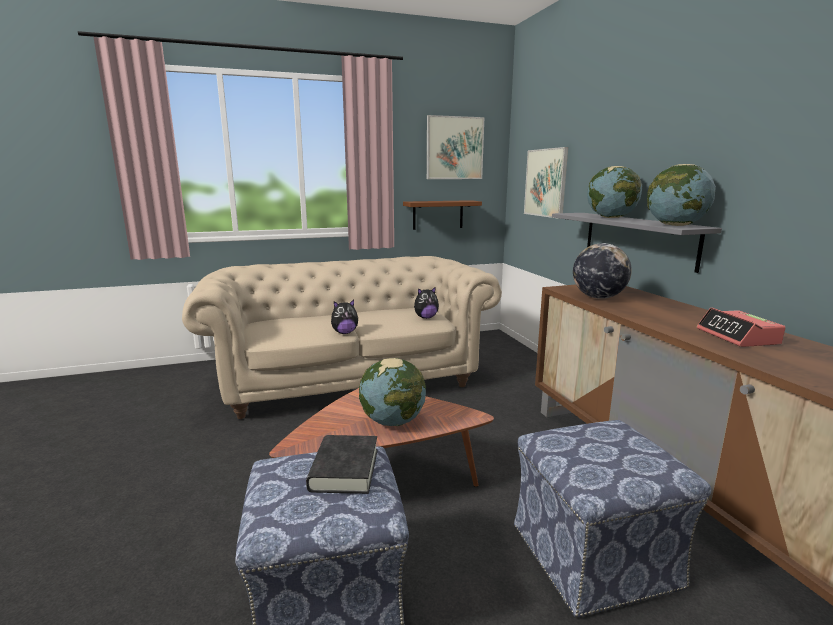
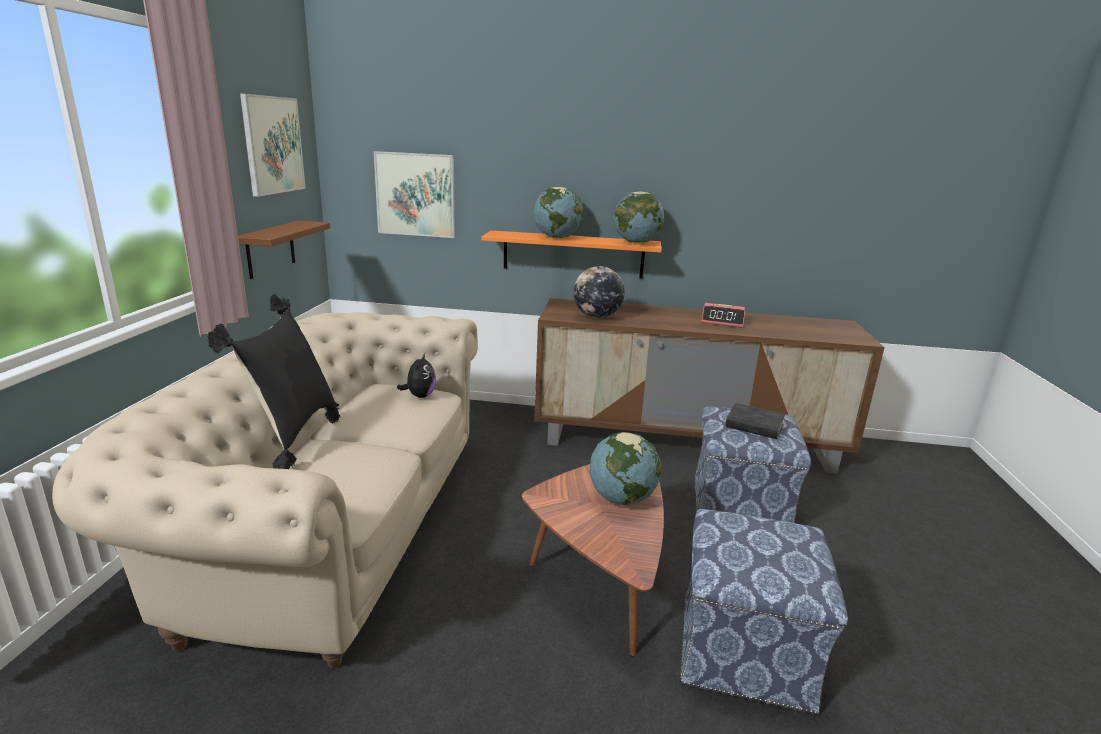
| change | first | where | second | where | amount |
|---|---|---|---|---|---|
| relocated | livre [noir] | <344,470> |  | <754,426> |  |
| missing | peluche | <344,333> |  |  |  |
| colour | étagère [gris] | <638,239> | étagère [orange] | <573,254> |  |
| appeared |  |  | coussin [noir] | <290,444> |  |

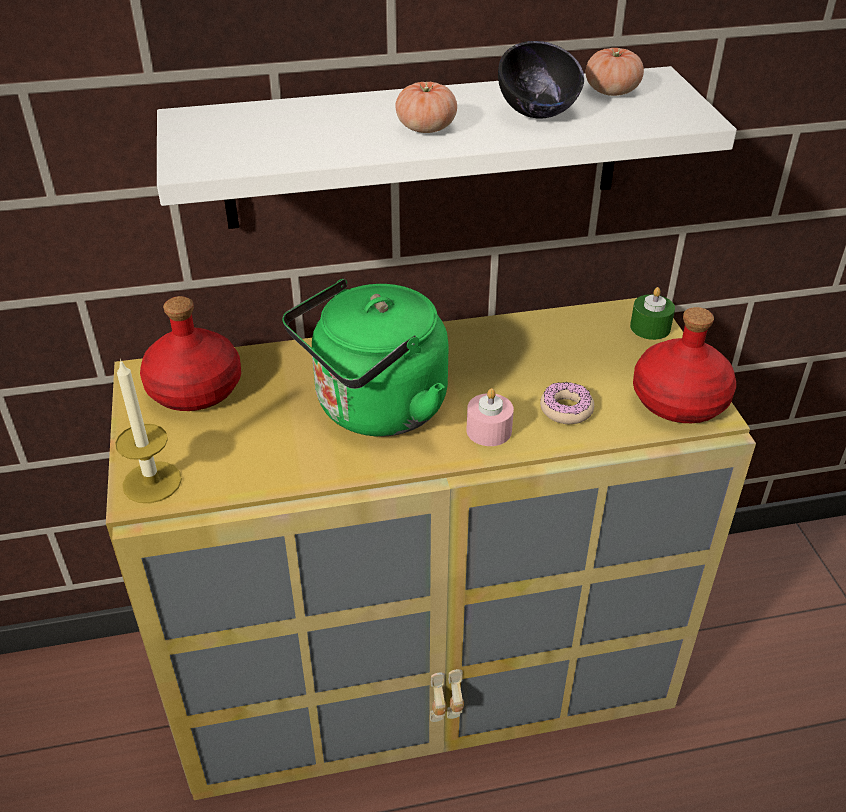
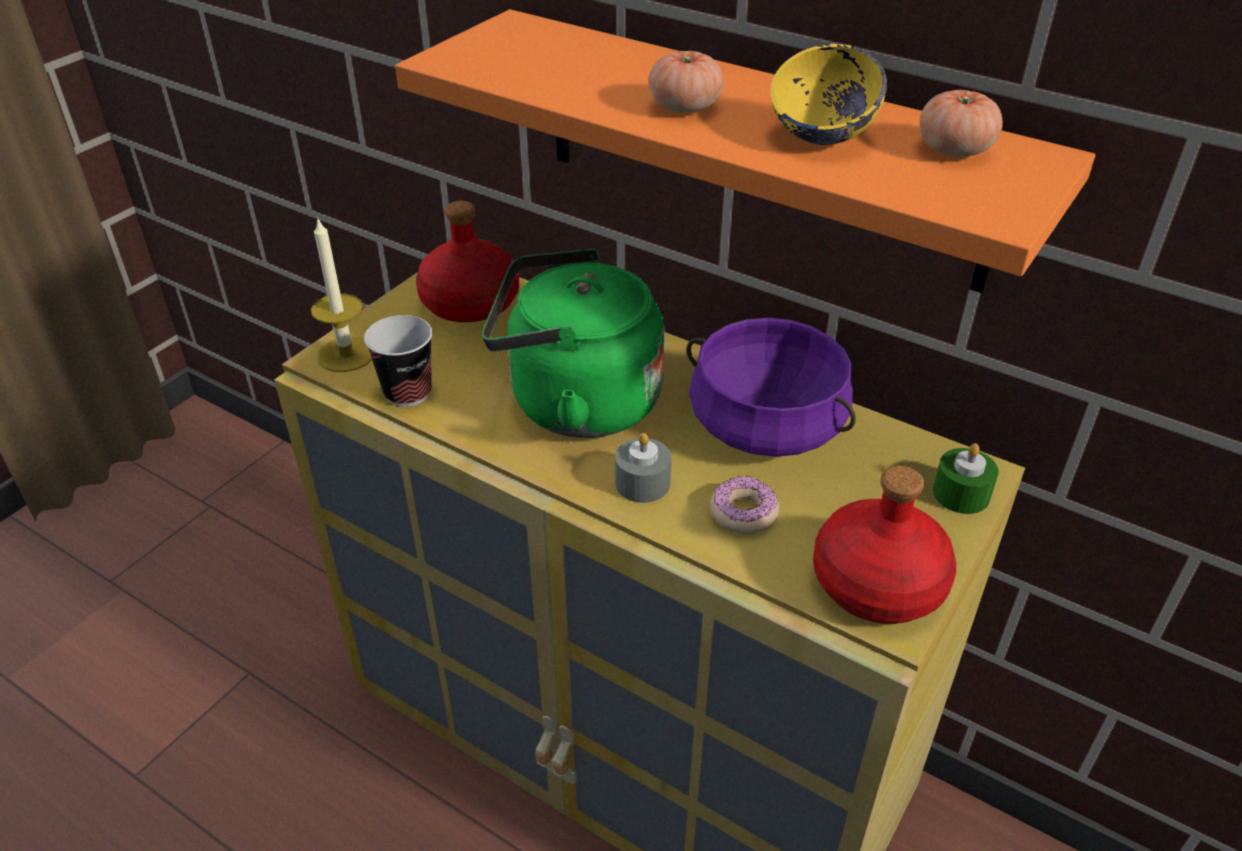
| change | first | where | second | where | amount |
|---|---|---|---|---|---|
| colour | étagère [blanc] | <424,149> | étagère [orange] | <758,148> |  |
| colour | bougie [rose] | <489,430> | bougie [gris] | <642,483> |  |
| colour | bol [noir] | <537,113> | bol [jaune] | <821,138> |  |
| appeared |  |  | tasse | <408,392> |  |
| appeared |  |  | marmite [violet] | <765,426> |  |

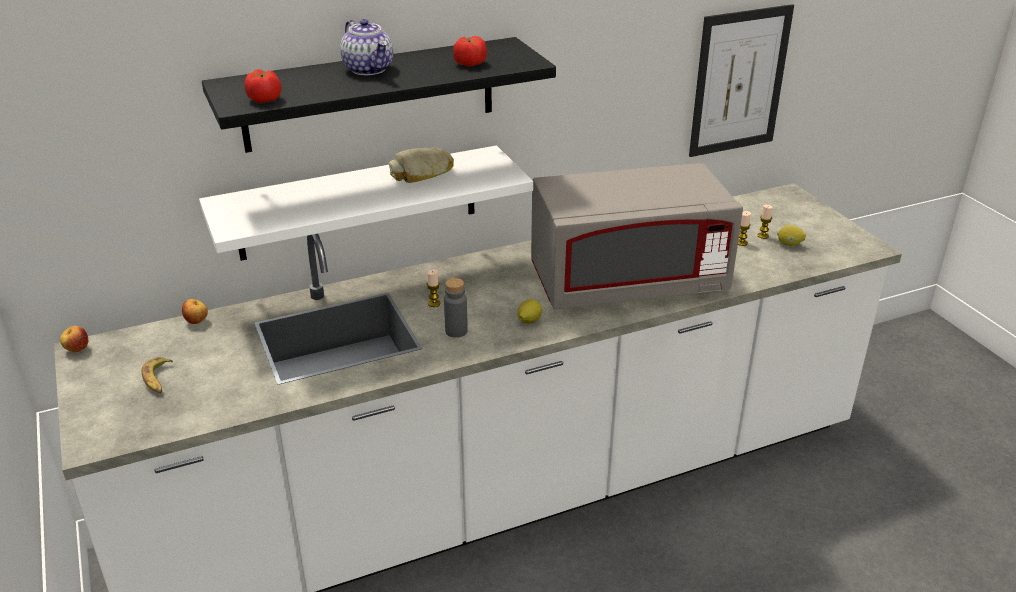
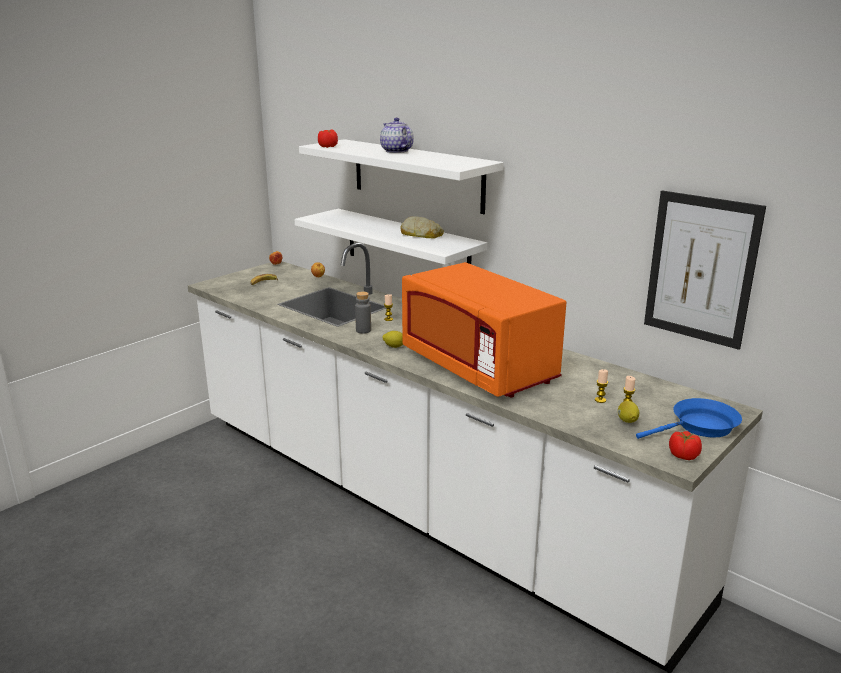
| change | first | where | second | where | amount |
|---|---|---|---|---|---|
| colour | étagère [noir] | <370,94> | étagère [blanc] | <417,175> |  |
| spun | théière | <369,69> |  | <396,151> | 120 degrees clockwise |
| relocated | tomate | <469,63> |  | <683,455> |  |
| colour | micro-ondes [gris] | <628,283> | micro-ondes [orange] | <478,367> |  |
| appeared |  |  | poêle [bleu] | <700,427> |  |

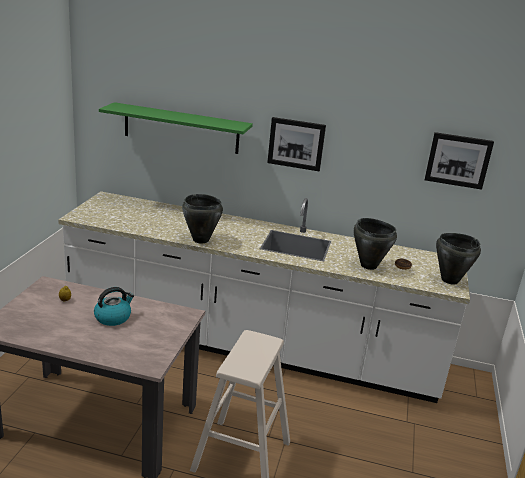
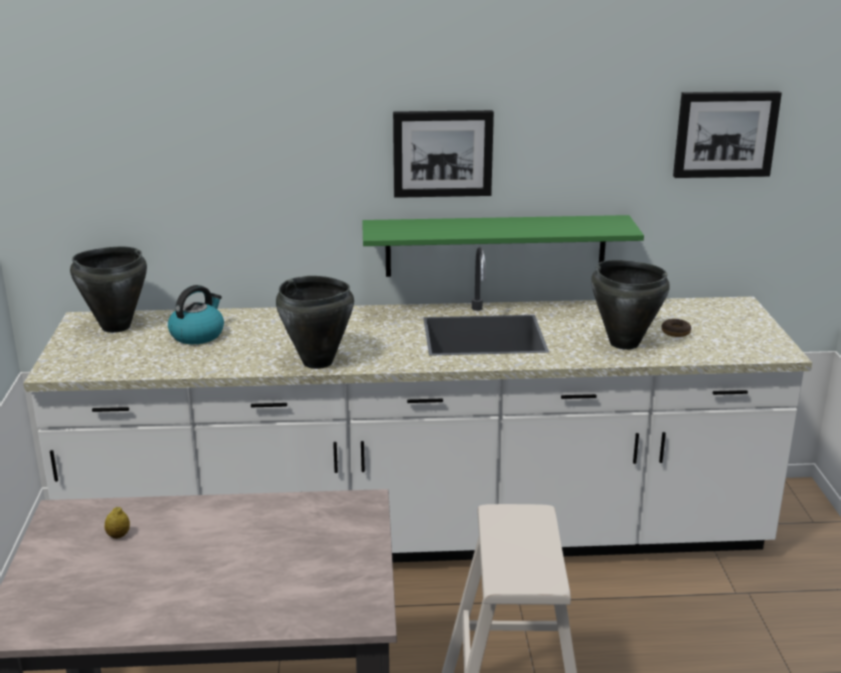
| change | first | where | second | where | amount |
|---|---|---|---|---|---|
| relocated | bouilloire | <113,317> |  | <197,334> |  |
| relocated | étagère [vert] | <181,128> |  | <495,245> |  |
| relocated | marmite [noir] | <449,280> |  | <115,327> |  |

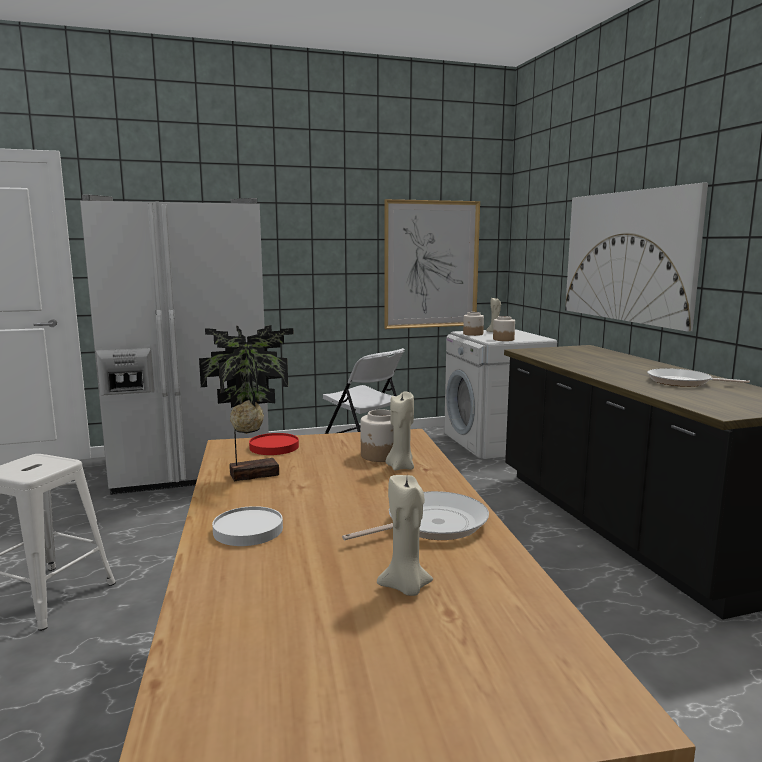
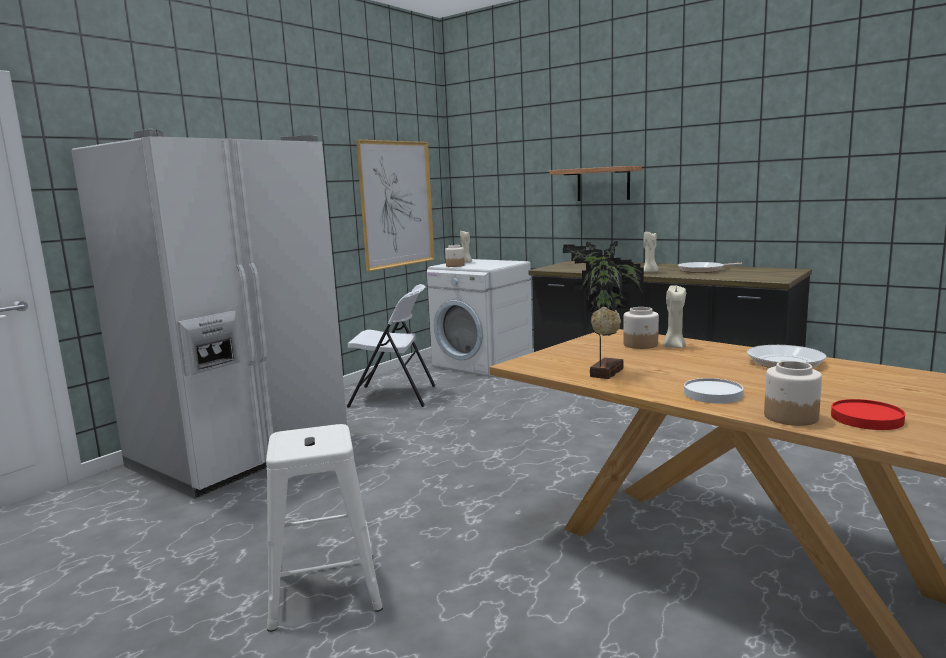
| change | first | where | second | where | amount |
|---|---|---|---|---|---|
| relocated | assiette [rouge] | <274,447> |  | <866,418> |  |
| relocated | bougie [beige] | <406,588> |  | <650,272> |  |
| relocated | bocal | <503,339> |  | <790,417> |  |
| exchanged | tableau | <628,256> | étagère | <603,184> |  |

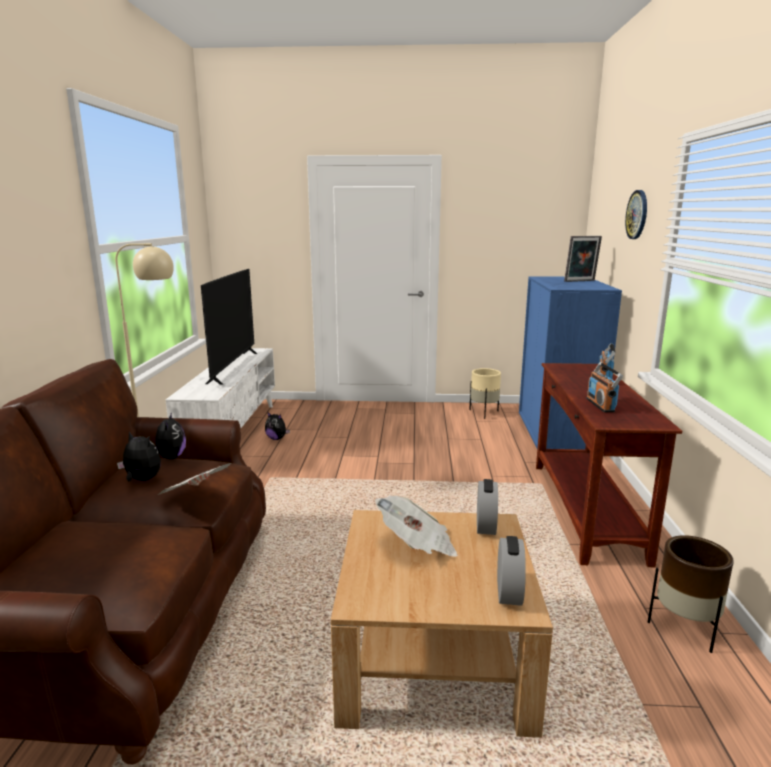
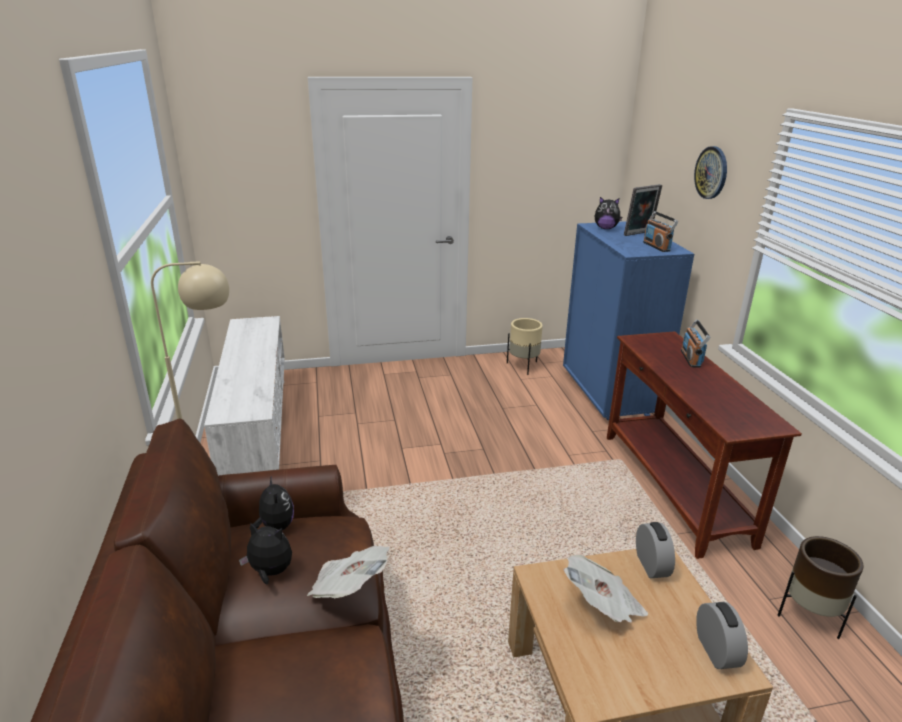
| change | first | where | second | where | amount |
|---|---|---|---|---|---|
| missing | téléviseur | <233,367> |  |  |  |
| relocated | peluche | <277,438> |  | <606,228> |  |
| relocated | radio | <601,405> |  | <657,246> |  |

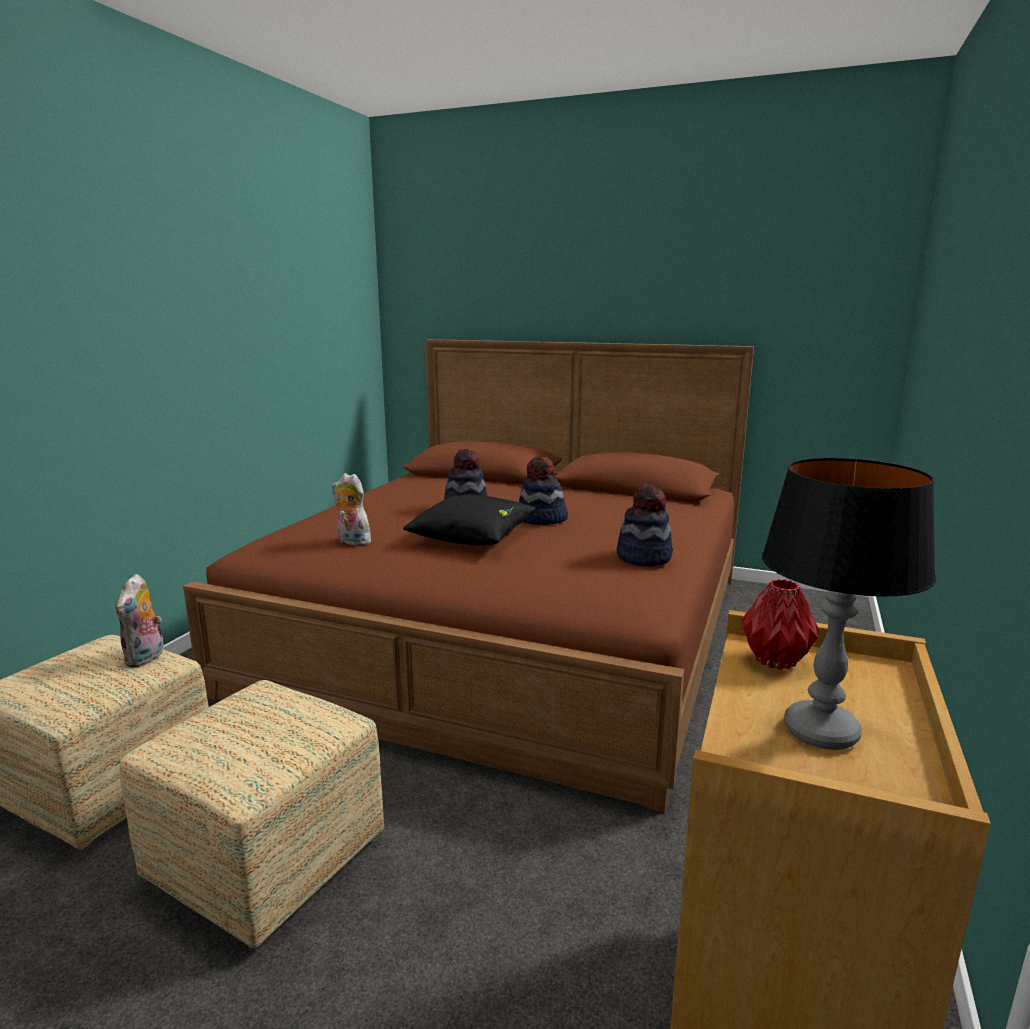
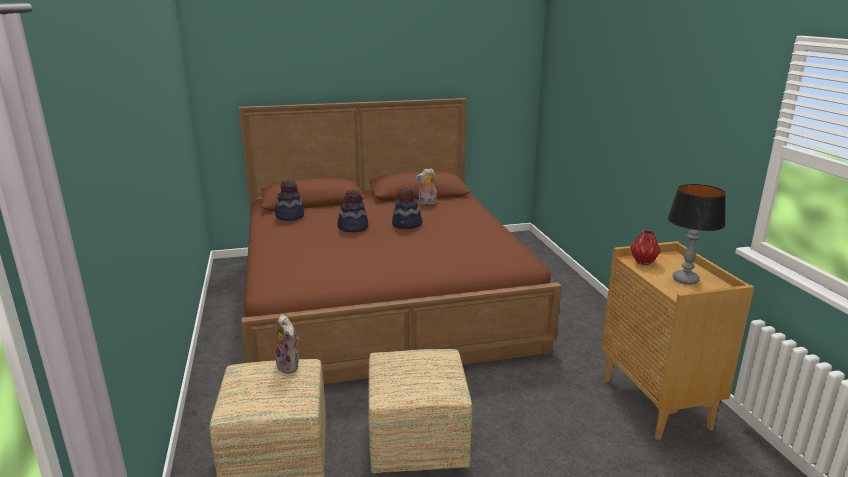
| change | first | where | second | where | amount |
|---|---|---|---|---|---|
| relocated | peluche | <351,542> |  | <427,203> |  |
| missing | coussin [noir] | <472,537> |  |  |  |
| relocated | chapeau | <644,557> |  | <290,216> |  |

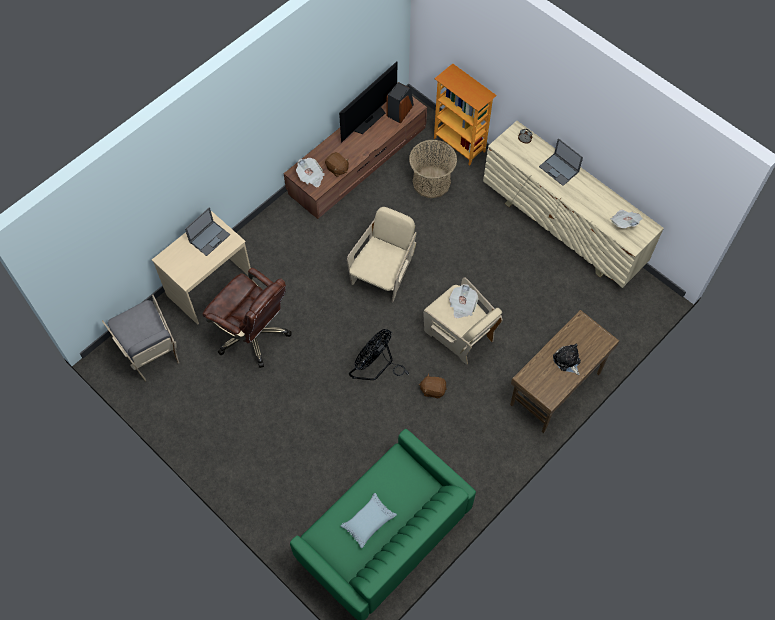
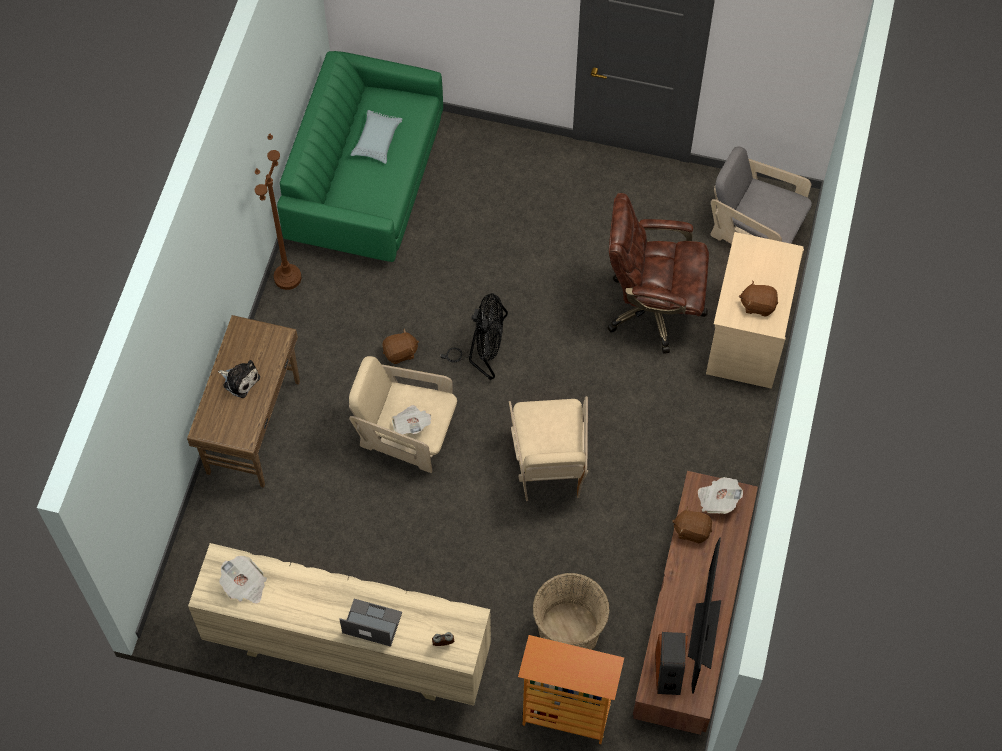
| change | first | where | second | where | amount |
|---|---|---|---|---|---|
| exchanged | ordinateur portable | <210,238> | peluche [marron] | <758,305> |  |
| appeared |  |  | lampadaire [marron] | <287,277> |  |

